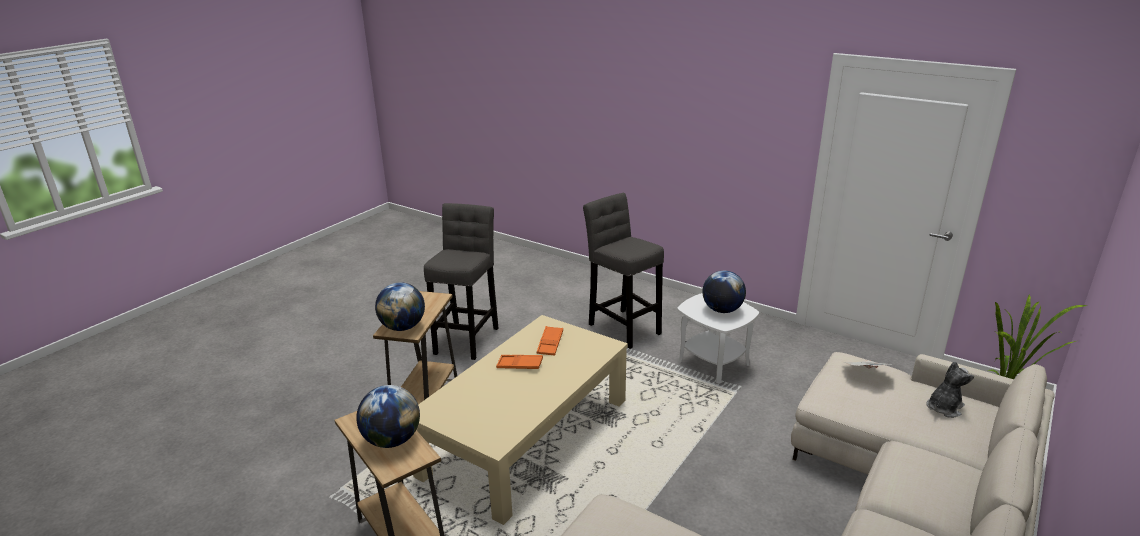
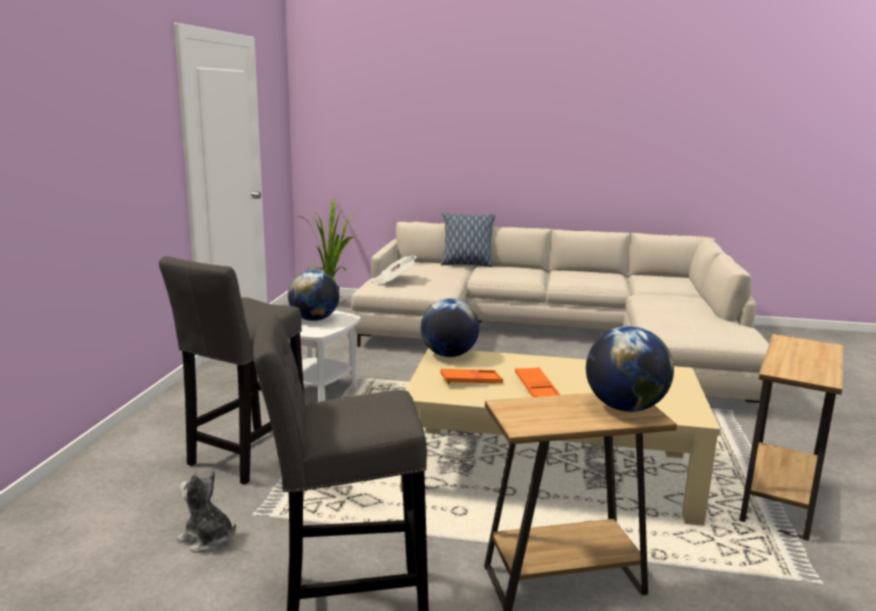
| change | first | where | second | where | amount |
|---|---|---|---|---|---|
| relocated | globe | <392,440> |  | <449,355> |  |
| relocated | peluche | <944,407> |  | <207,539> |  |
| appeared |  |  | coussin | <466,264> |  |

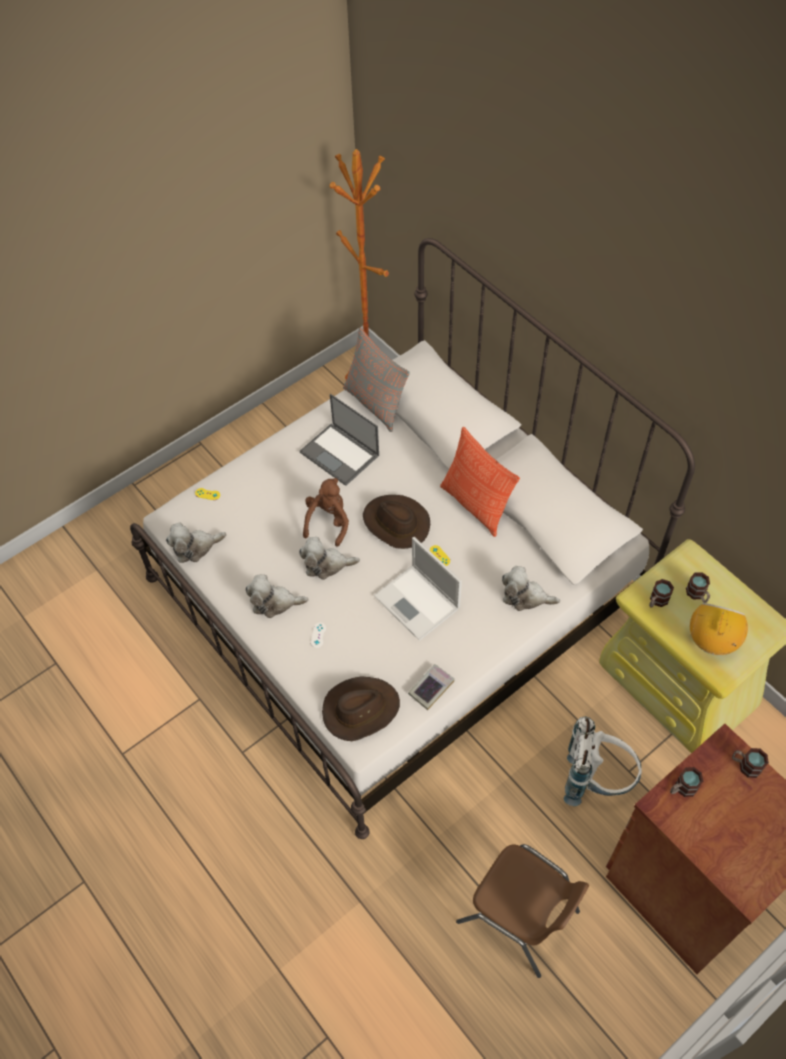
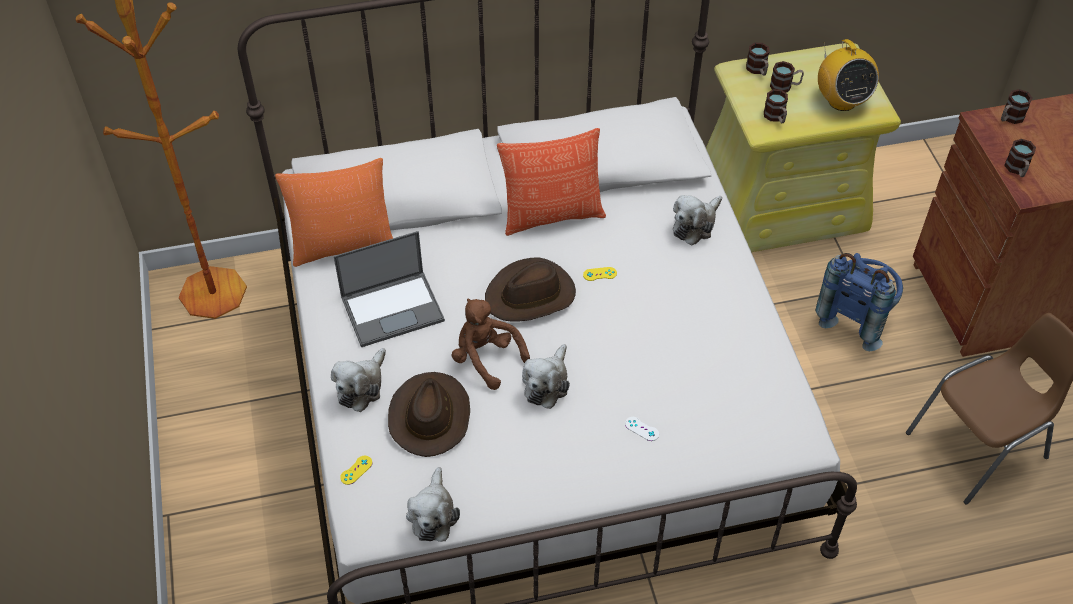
| change | first | where | second | where | amount |
|---|---|---|---|---|---|
| relocated | peluche | <274,602> |  | <361,386> |  |
| relocated | chapeau [marron] | <360,709> |  | <429,415> |  |
| colour | coussin [gris] | <375,404> | coussin [orange] | <344,246> |  |
| missing | ordinateur portable | <418,603> |  |  |  |
| missing | livre | <431,688> |  |  |  |
| colour | sac à dos [blanc] | <596,779> | sac à dos [bleu] | <856,316> |  |
| spun | radio | <711,641> |  | <841,101> | 150 degrees counterclockwise |
| appeared |  |  | mug | <758,70> |  |

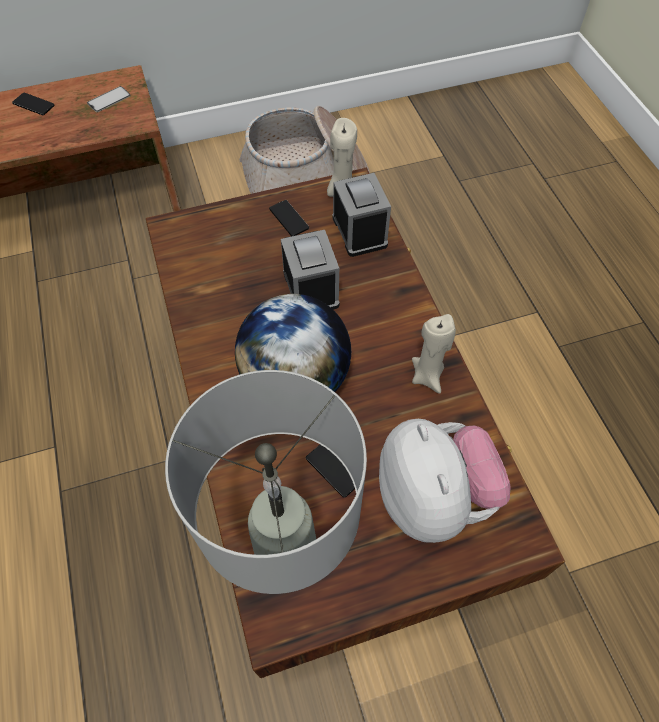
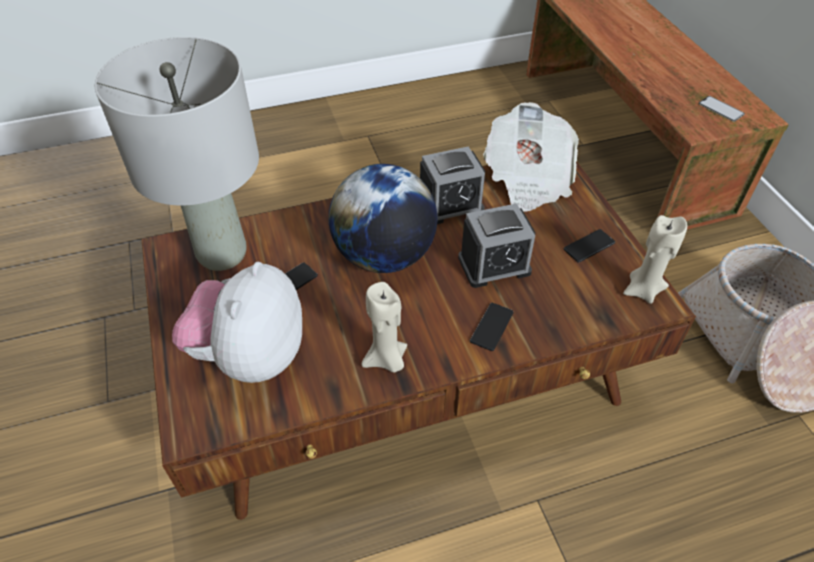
| change | first | where | second | where | amount |
|---|---|---|---|---|---|
| relocated | téléphone | <33,104> |  | <491,327> |  |
| relocated | réveil | <359,231> |  | <450,205> |  |
| spun | peluche | <433,497> |  | <251,356> | 120 degrees clockwise |
| appeared |  |  | journal | <527,179> |  |

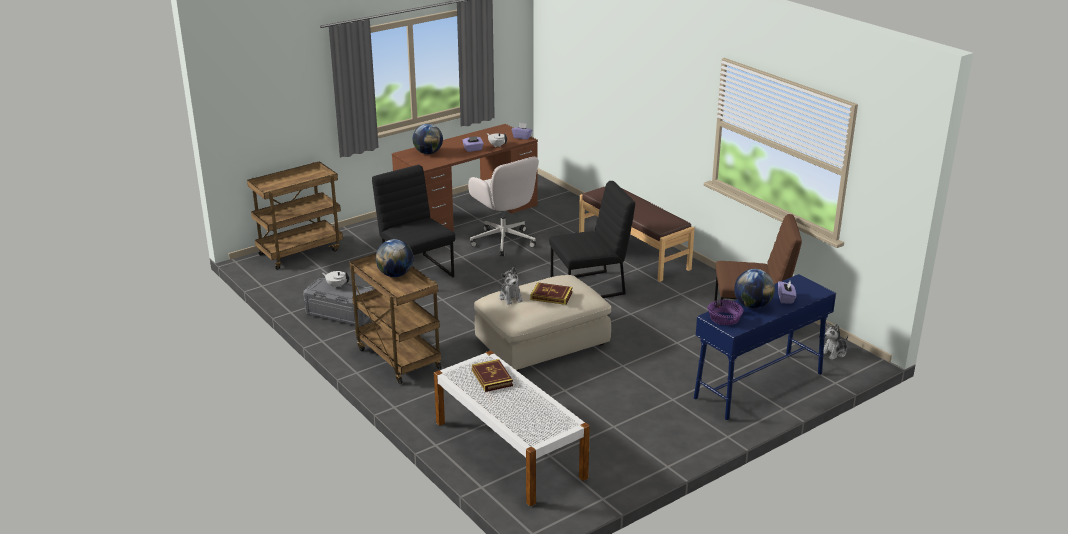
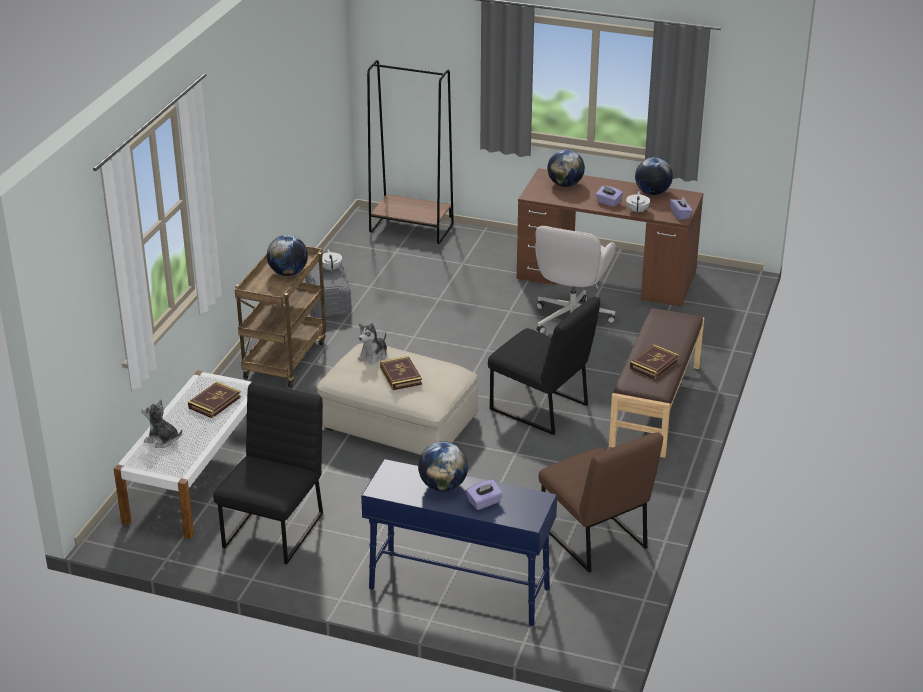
| change | first | where | second | where | amount |
|---|---|---|---|---|---|
| exchanged | chariot [marron] | <300,251> | portant | <411,229> |  |
| relocated | chaise [noir] | <417,270> |  | <275,528> |  |
| missing | bol [violet] | <724,318> |  |  |  |
| relocated | peluche | <834,353> |  | <162,440> |  |
| appeared |  |  | livre | <654,364> |  |
| appeared |  |  | globe | <652,192> |  |

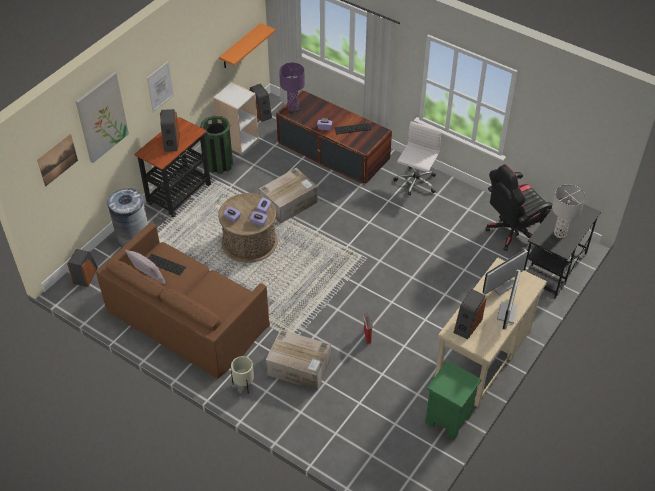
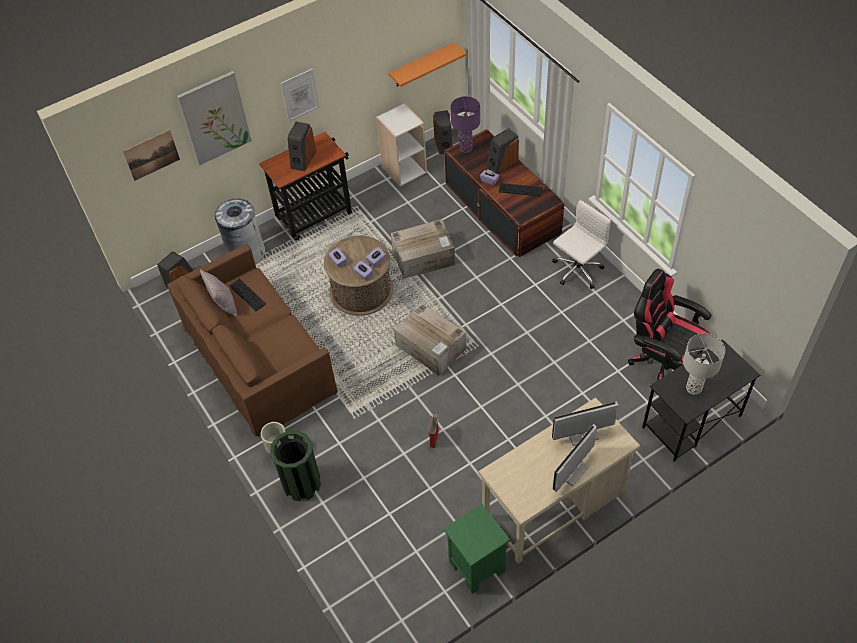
| change | first | where | second | where | amount |
|---|---|---|---|---|---|
| relocated | poubelle [vert] | <219,164> |  | <302,483> |  |
| relocated | carton | <299,367> |  | <431,347> |  |
| relocated | enceinte | <467,325> |  | <502,164> |  |
| spun | chaise de bureau [noir] | <513,231> |  | <664,362> | 45 degrees clockwise |

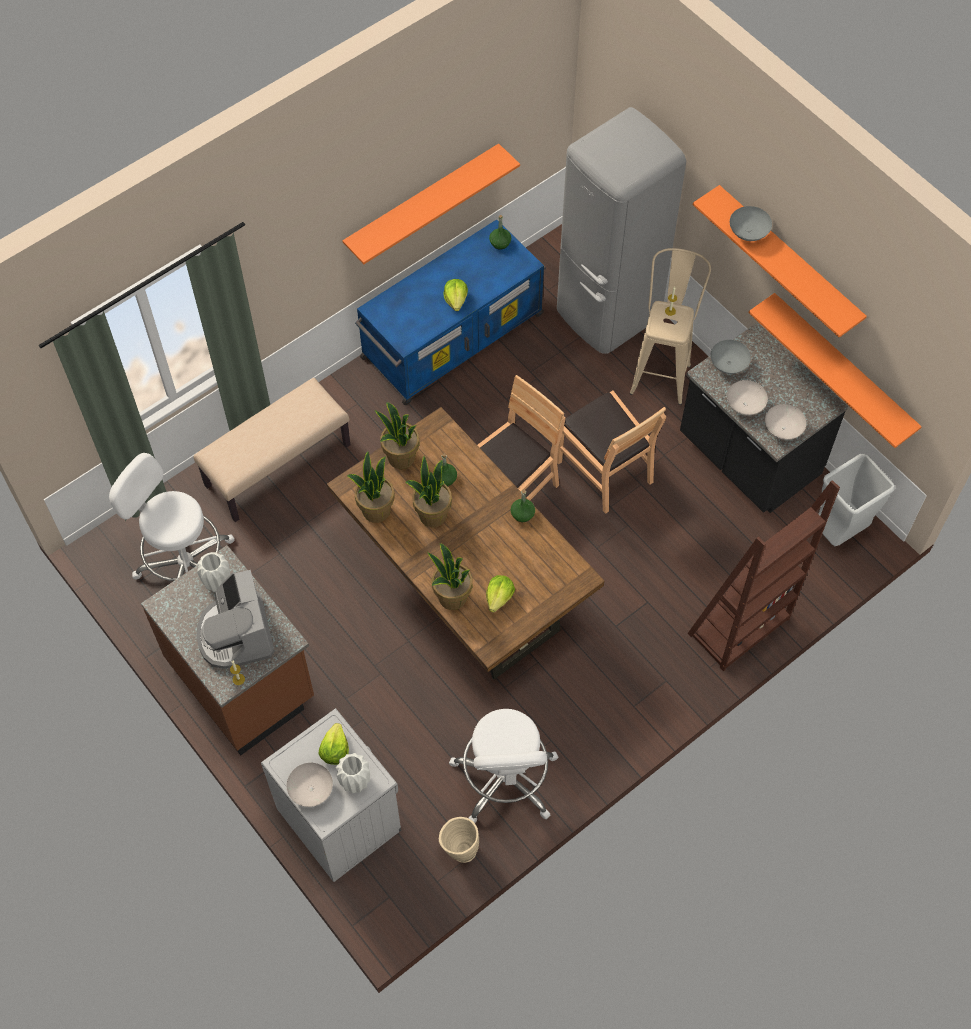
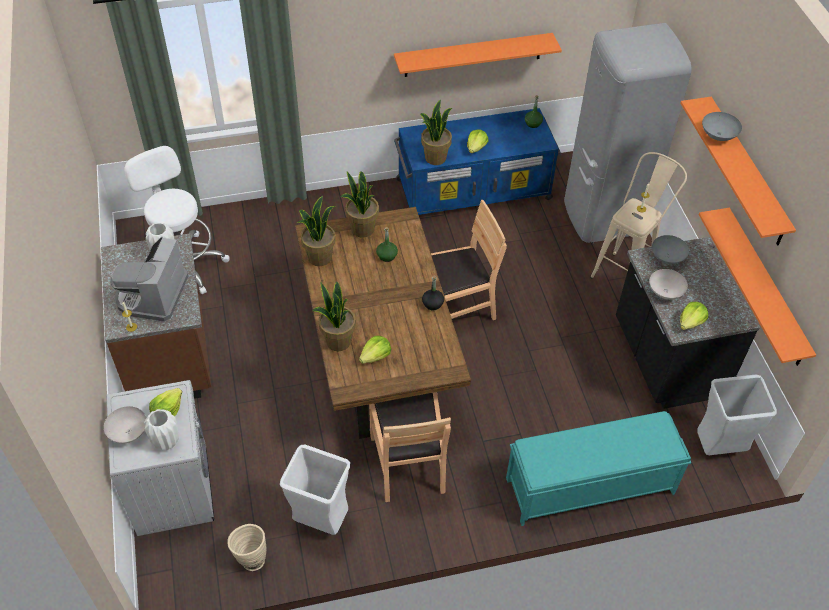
| change | first | where | second | where | amount |
|---|---|---|---|---|---|
| missing | banc [beige] | <278,464> |  |  |  |
| relocated | plante en pot | <432,515> |  | <435,157> |  |
| exchanged | tabouret [blanc] | <505,781> | poubelle [blanc] | <320,521> |  |
| colour | bouteille [vert] | <522,514> | bouteille [noir] | <432,304> |  |
| relocated | chaise [marron] | <604,470> |  | <408,463> |  |
| exchanged | bibliothèque [marron] | <738,627> | banc [turquoise] | <588,486> |  |
| exchanged | bol [blanc] | <783,429> | laitue | <691,322> |  |

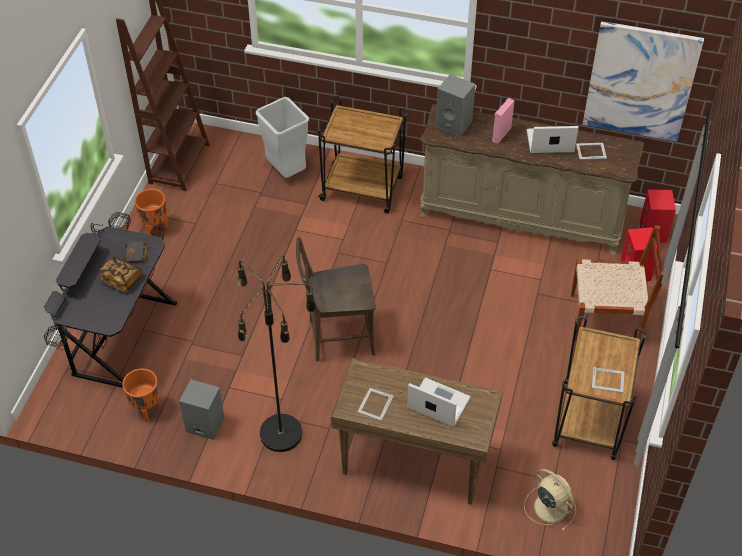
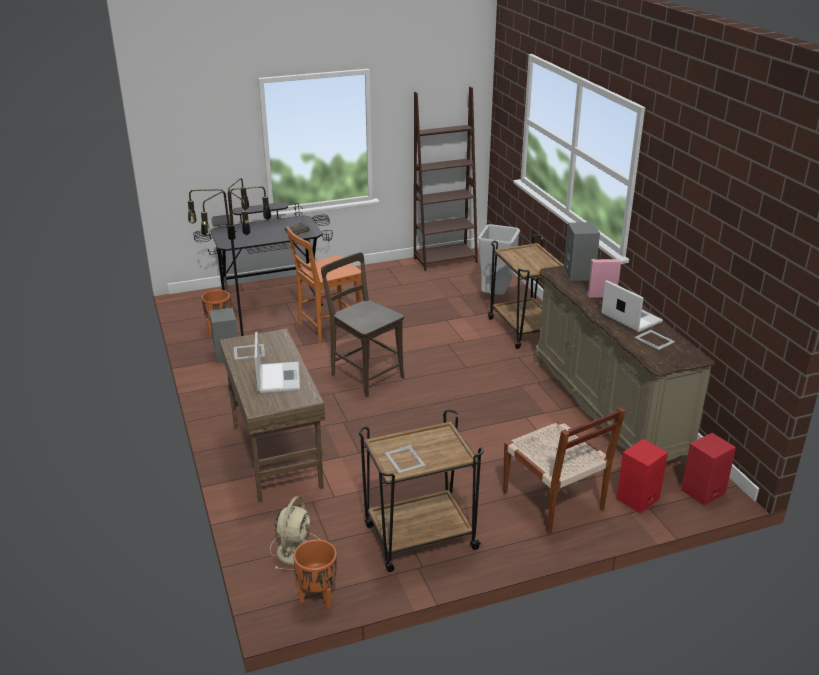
| change | first | where | second | where | amount |
|---|---|---|---|---|---|
| missing | livre | <121,279> |  |  |  |
| relocated | cache-pot [orange] | <155,228> |  | <318,597> |  |
| missing | tableau | <640,81> |  |  |  |
| appeared |  |  | chaise [orange] | <327,327> |  |

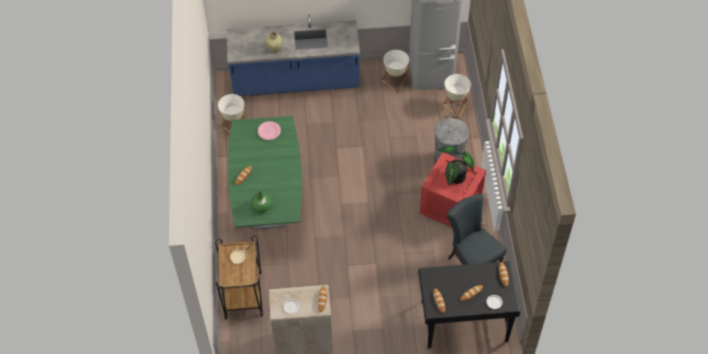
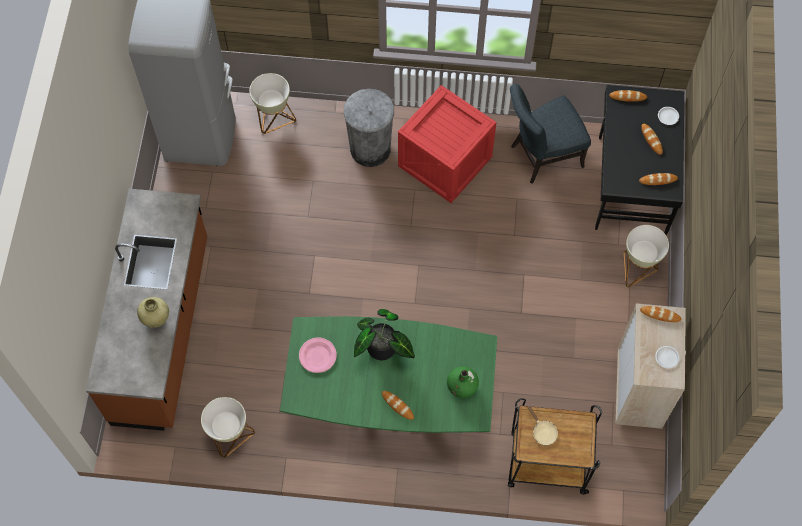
| change | first | where | second | where | amount |
|---|---|---|---|---|---|
| colour | comptoir de cuisine [bleu] | <296,82> | comptoir de cuisine [marron] | <163,331> |  |
| relocated | cache-pot | <395,83> |  | <637,269> |  |
| relocated | plante en pot | <454,178> |  | <383,350> |  |

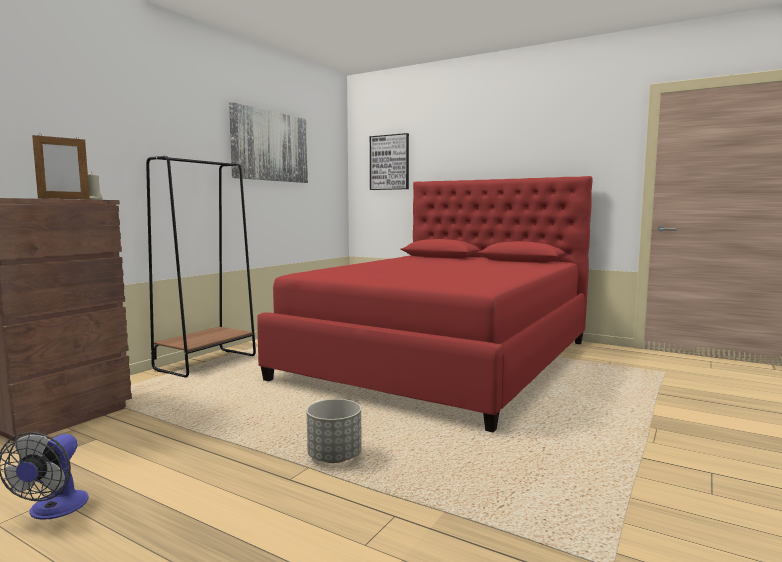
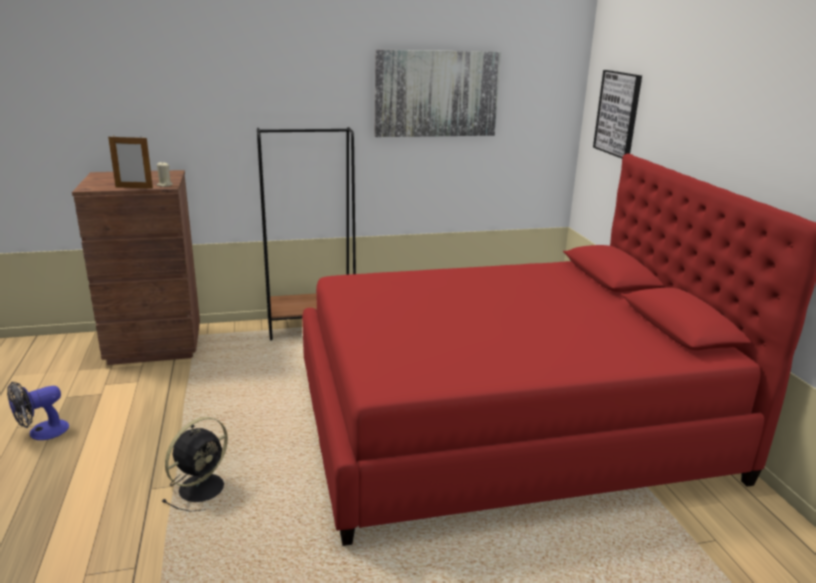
| change | first | where | second | where | amount |
|---|---|---|---|---|---|
| exchanged | cache-pot [gris] | <334,457> | ventilateur [noir] | <203,487> |  |

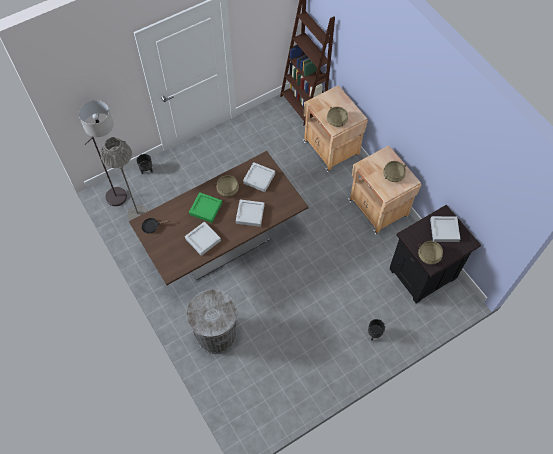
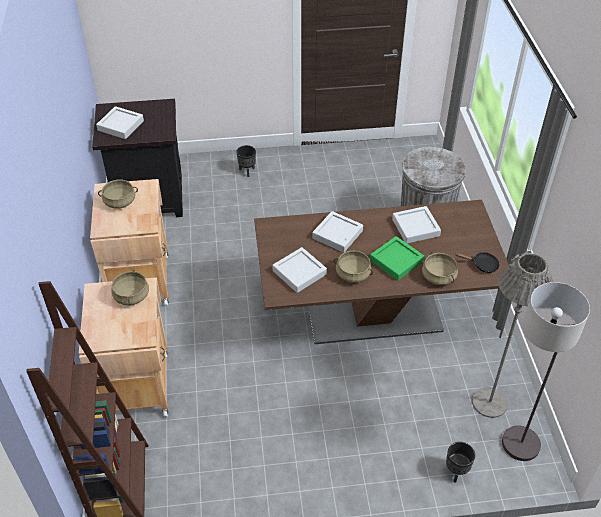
| change | first | where | second | where | amount |
|---|---|---|---|---|---|
| relocated | marmite [beige] | <429,256> |  | <439,276> |  |

